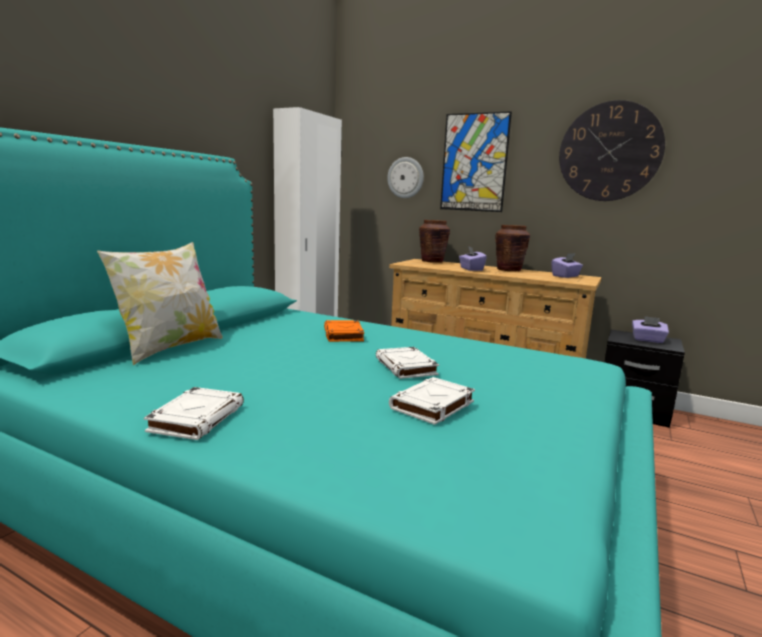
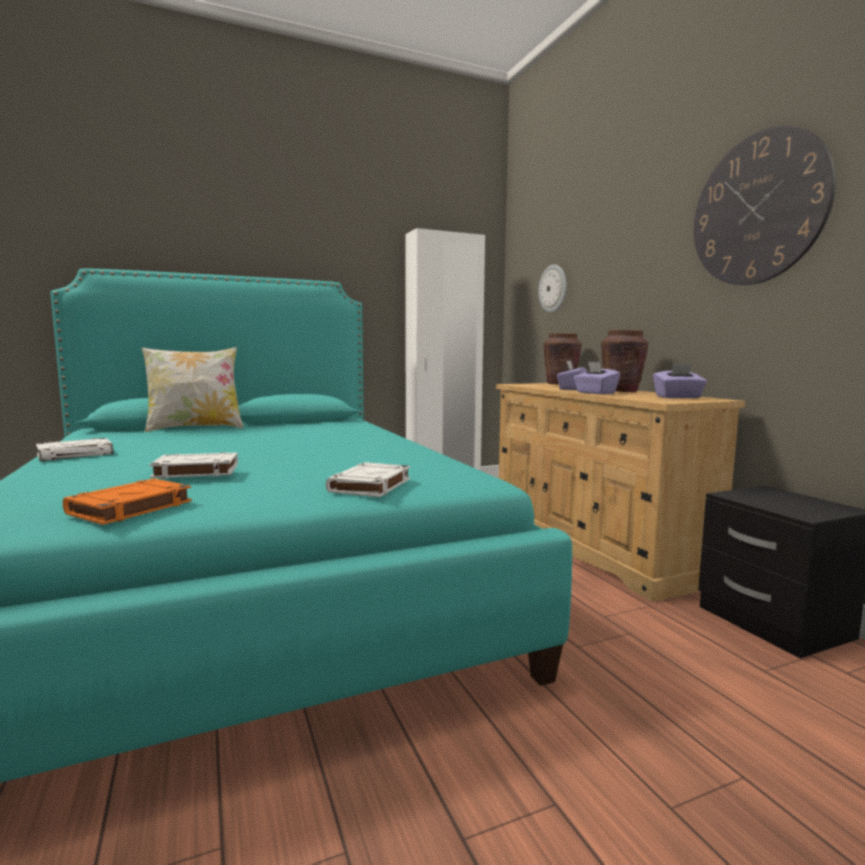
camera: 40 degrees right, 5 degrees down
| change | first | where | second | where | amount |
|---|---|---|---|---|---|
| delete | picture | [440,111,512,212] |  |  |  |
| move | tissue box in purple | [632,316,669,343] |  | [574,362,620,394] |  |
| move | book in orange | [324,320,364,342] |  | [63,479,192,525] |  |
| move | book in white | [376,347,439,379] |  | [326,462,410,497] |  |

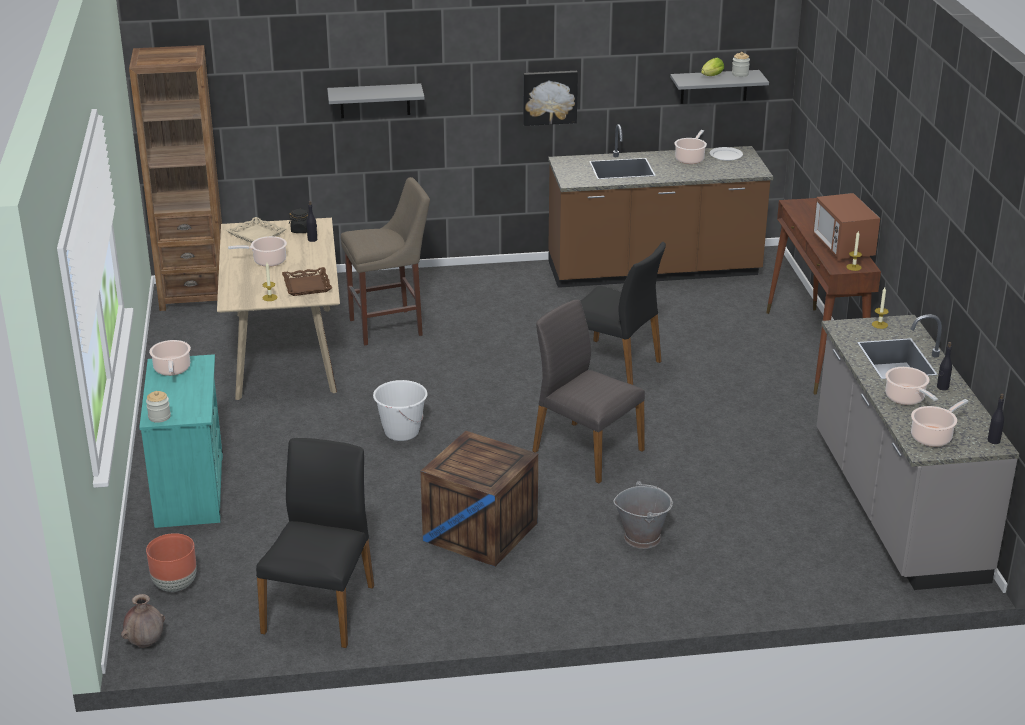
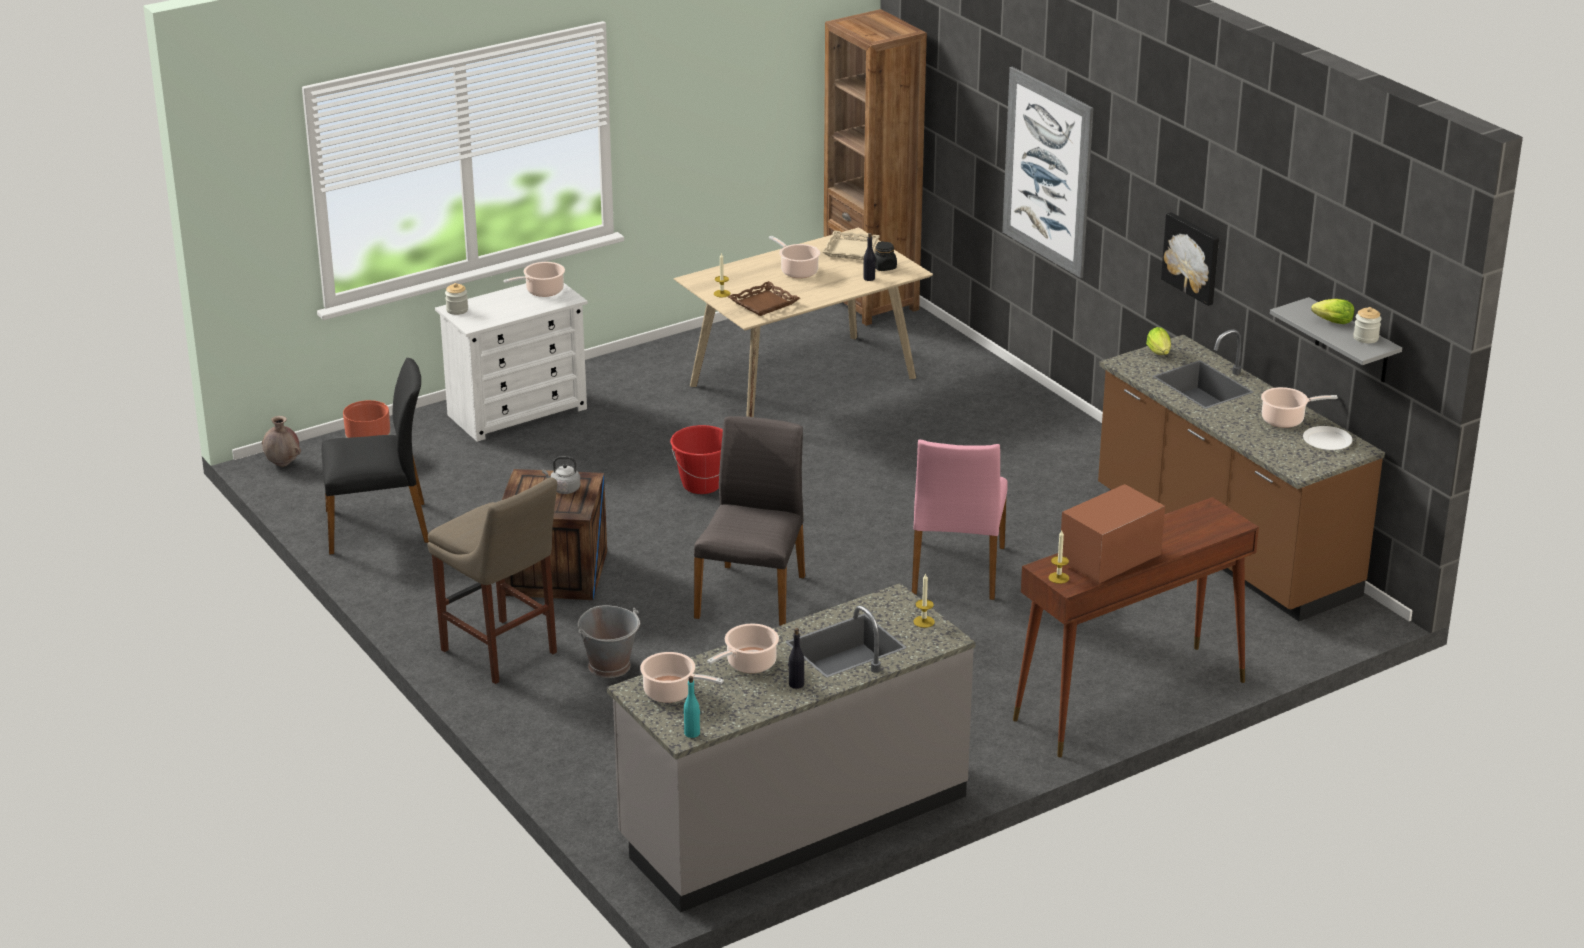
camera: 65 degrees right, 0 degrees up
| change | first | where | second | where | amount |
|---|---|---|---|---|---|
| replace | shelf in grey | [327,83,424,118] | picture | [1002,67,1094,278] |  |
| move | stool in beige | [341,177,430,346] |  | [427,477,557,684] |  |
| recolor | chair in black | [580,242,666,385] | chair in pink | [912,440,1008,600] |  |
| recolor | dresser in turquoise | [139,354,223,528] | dresser in white | [435,283,588,442] |  |
| recolor | bucket in white | [373,380,427,441] | bucket in red | [670,425,723,494] |  |
| recolor | bottle in black | [988,394,1004,444] | bottle in turquoise | [684,676,700,738] |  |
| insert |  |  | lettuce | [1146,327,1171,355] |  |
| insert |  |  | kettle in grey | [542,456,581,494] |  |

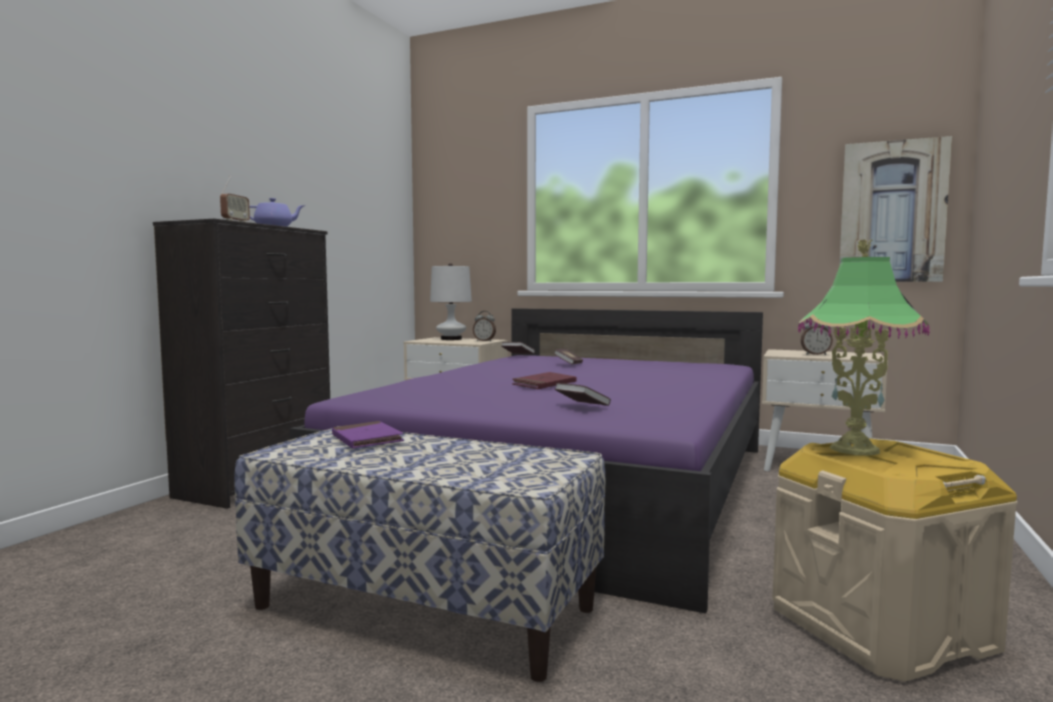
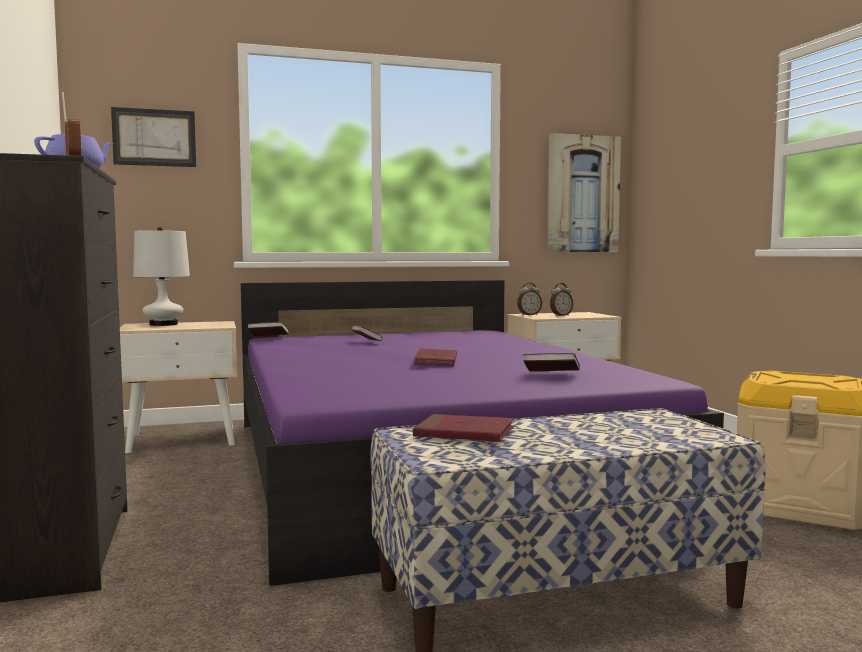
camera: 40 degrees left, 0 degrees up
| change | first | where | second | where | amount |
|---|---|---|---|---|---|
| delete | table lamp | [798,239,930,456] |  |  |  |
| move | alarm clock | [473,311,496,342] |  | [517,283,542,316] |  |
| recolor | book in purple | [332,421,404,449] | book in red | [413,414,514,442] |  |
| insert |  |  | picture | [111,107,196,167] |  |

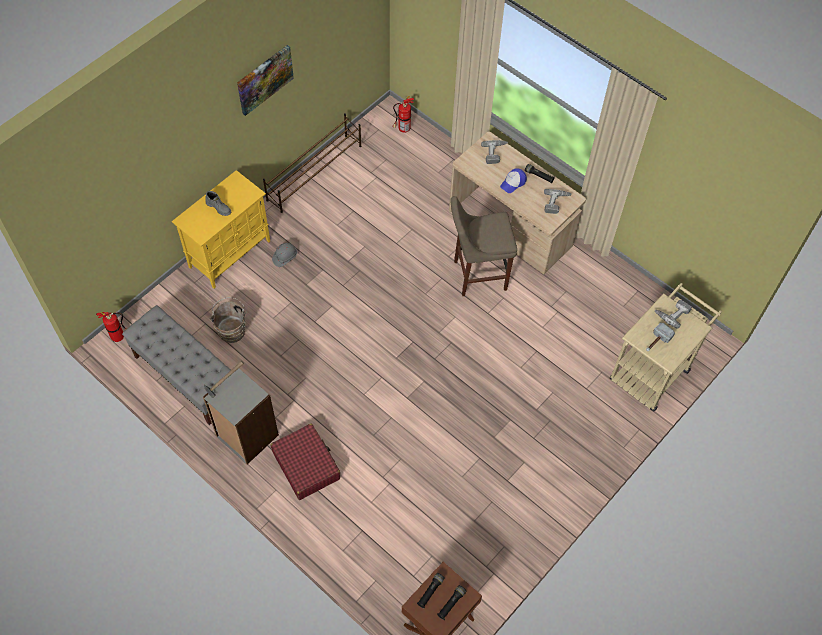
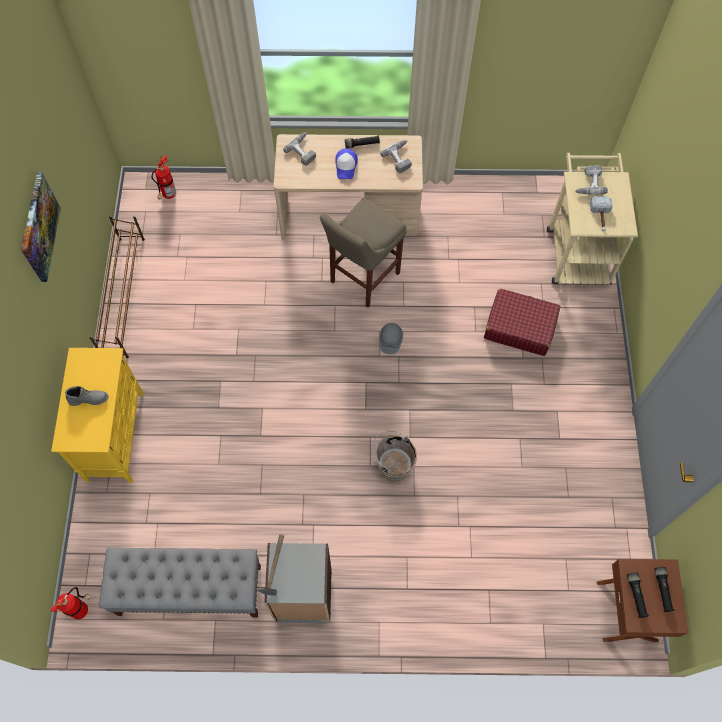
camera: 40 degrees left, 5 degrees up
| change | first | where | second | where | amount |
|---|---|---|---|---|---|
| move | hard hat in grey | [272,243,297,267] |  | [379,323,403,354] |  |
| move | bucket in brown | [210,297,247,343] |  | [371,431,417,482] |  |
| move | suitcase in red | [271,424,340,500] |  | [484,289,560,356] |  |

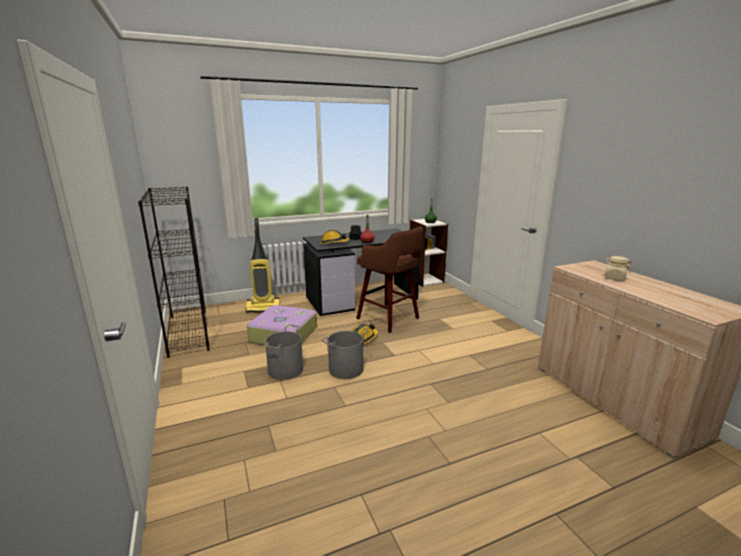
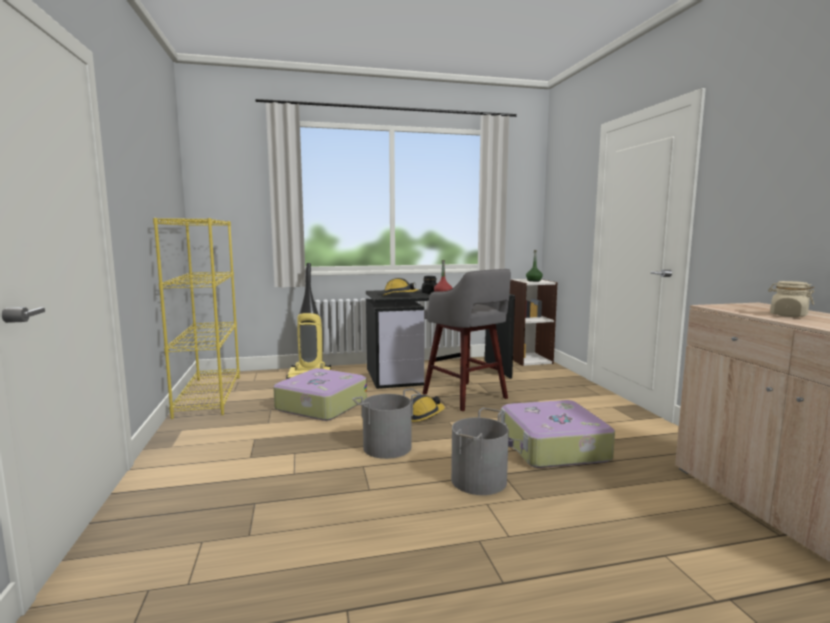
camera: 10 degrees right, 10 degrees down
| change | first | where | second | where | amount |
|---|---|---|---|---|---|
| recolor | bookcase in black | [138,187,210,358] | bookcase in yellow | [153,218,240,419] |  |
| recolor | stool in brown | [356,227,423,333] | stool in grey | [422,269,511,411] |  |
| move | bucket in grey | [264,325,303,380] |  | [451,408,509,495] |  |
| insert |  |  | suitcase | [501,400,615,468] |  |

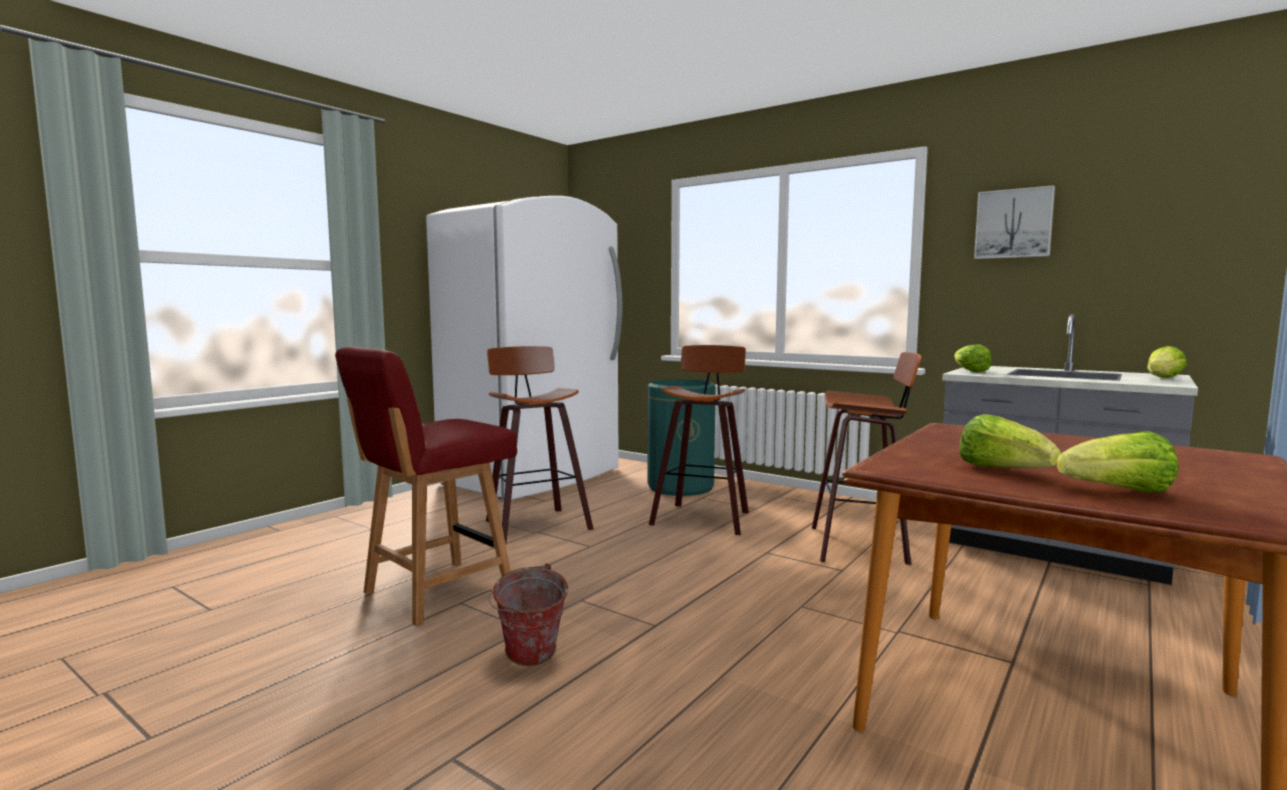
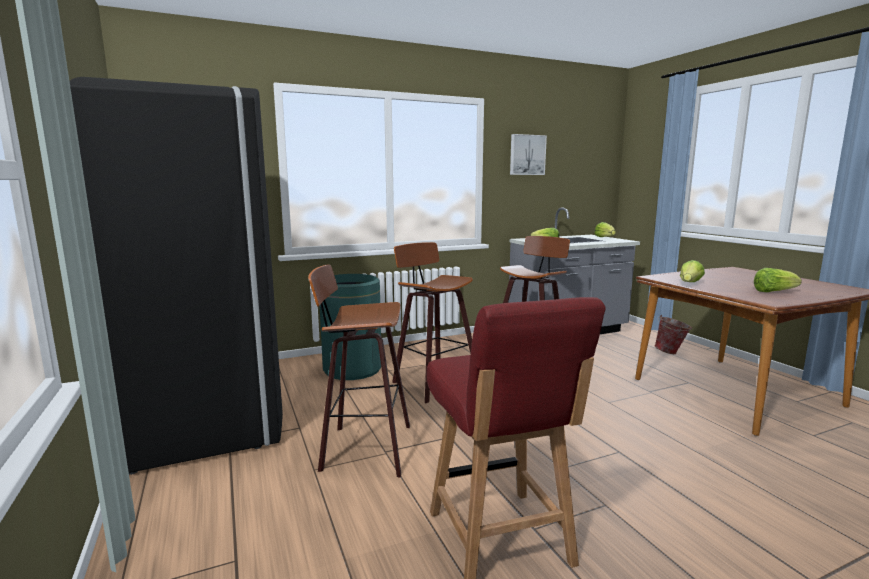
camera: 60 degrees left, 5 degrees up
| change | first | where | second | where | amount |
|---|---|---|---|---|---|
| recolor | fridge in white | [426,196,623,500] | fridge in black | [70,77,283,475] |  |
| move | lettuce | [1057,431,1178,493] |  | [680,260,705,282] |  |
| move | bucket | [489,563,568,666] |  | [654,315,693,354] |  |

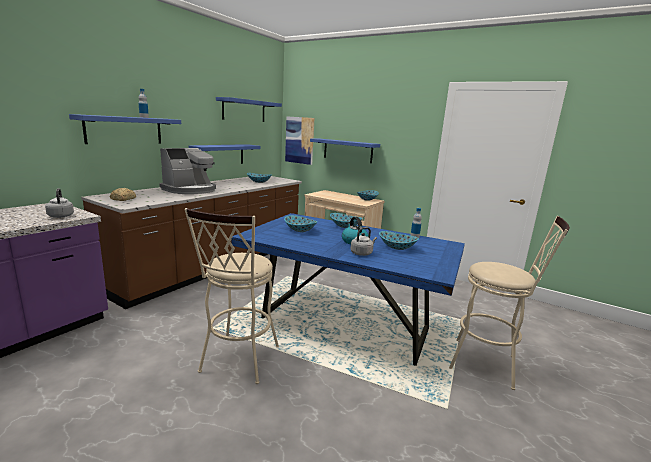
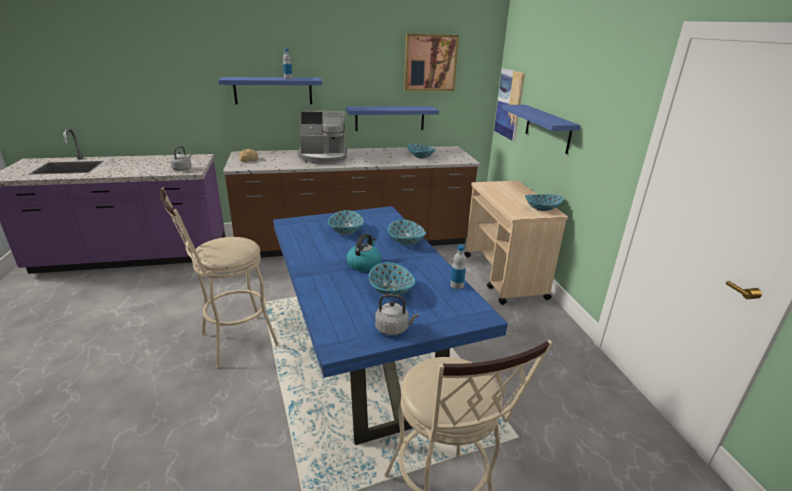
camera: 45 degrees right, 10 degrees up
| change | first | where | second | where | amount |
|---|---|---|---|---|---|
| replace | shelf in blue | [216,97,282,122] | picture | [404,33,459,91] |  |
| move | kettle in grey | [351,227,377,256] |  | [375,294,419,335] |  |

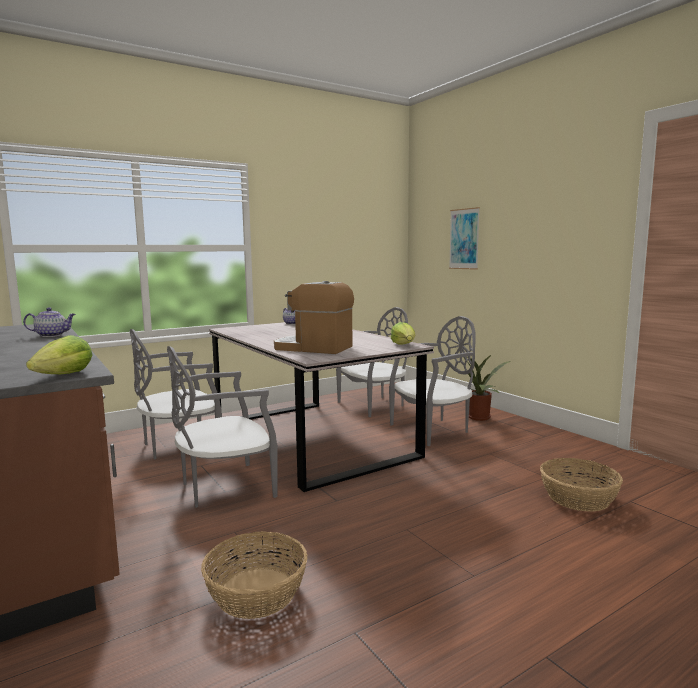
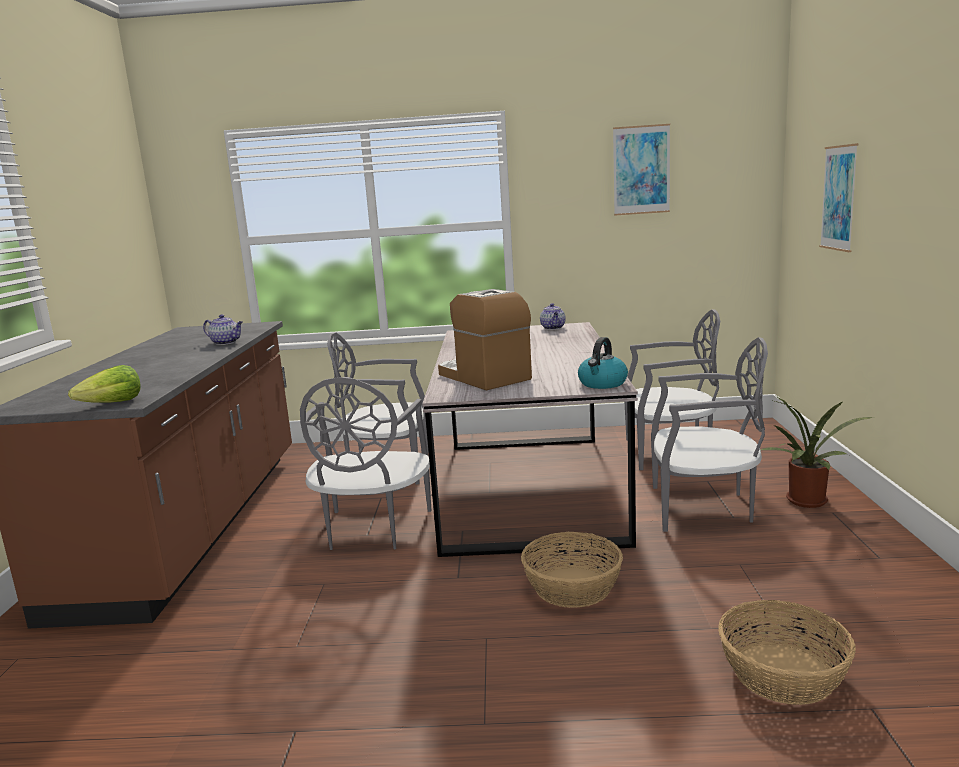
camera: 35 degrees right, 5 degrees up
| change | first | where | second | where | amount |
|---|---|---|---|---|---|
| replace | lettuce | [391,322,415,345] | kettle | [578,337,628,389] |  |
| rotate | chair in grey | [167,346,278,508] |  | [300,377,431,550] | 90 degrees counterclockwise |
| move | basket | [201,531,307,619] |  | [521,532,623,608] |  |
| insert |  |  | picture | [613,124,670,215] |  |

